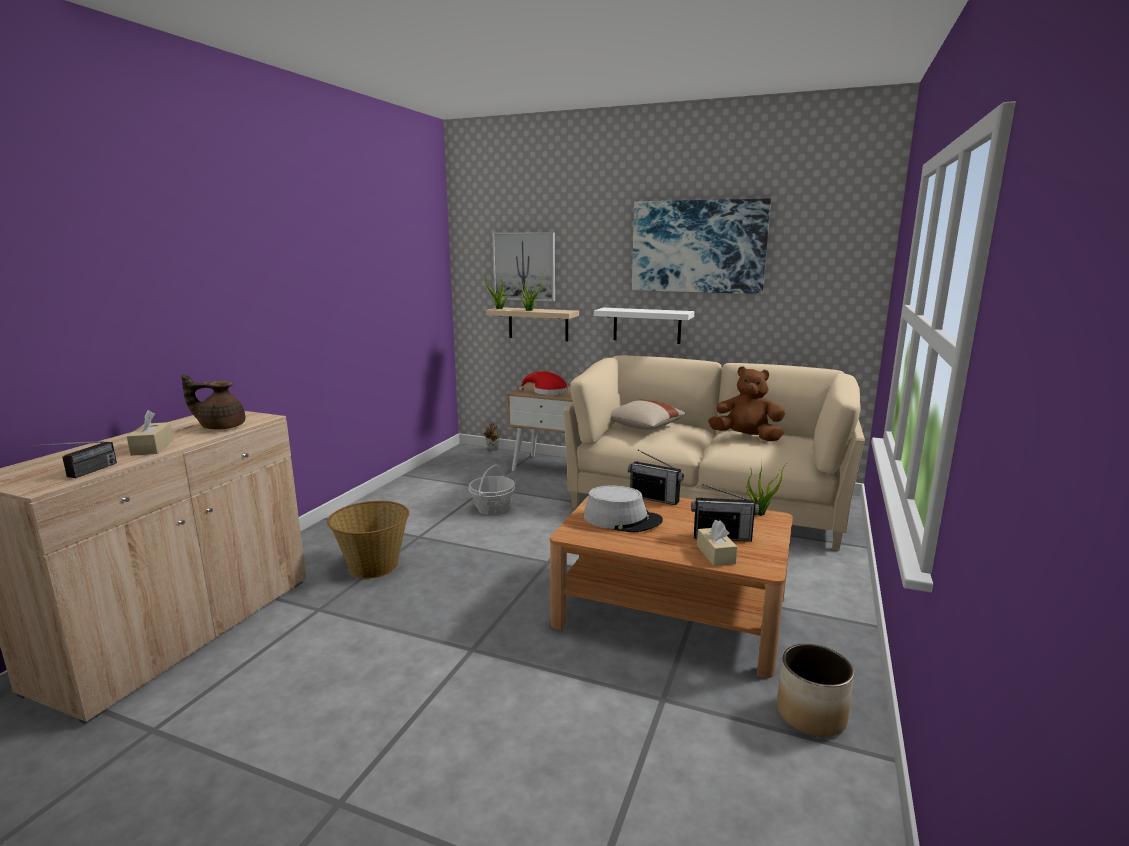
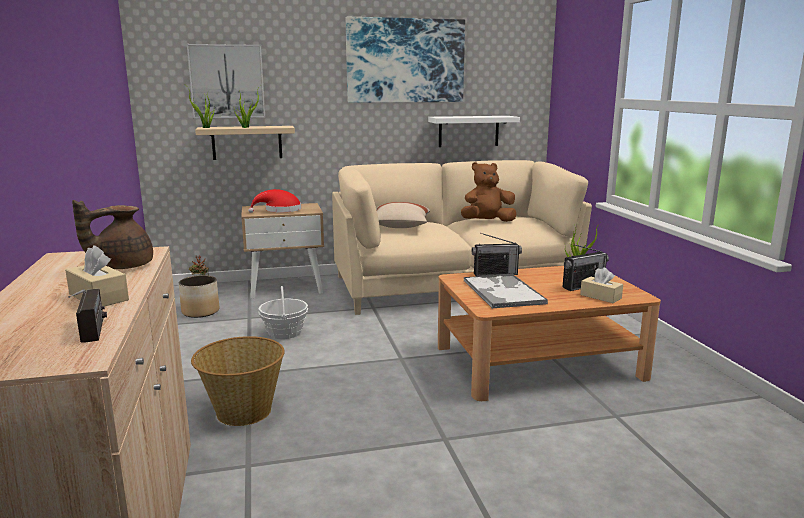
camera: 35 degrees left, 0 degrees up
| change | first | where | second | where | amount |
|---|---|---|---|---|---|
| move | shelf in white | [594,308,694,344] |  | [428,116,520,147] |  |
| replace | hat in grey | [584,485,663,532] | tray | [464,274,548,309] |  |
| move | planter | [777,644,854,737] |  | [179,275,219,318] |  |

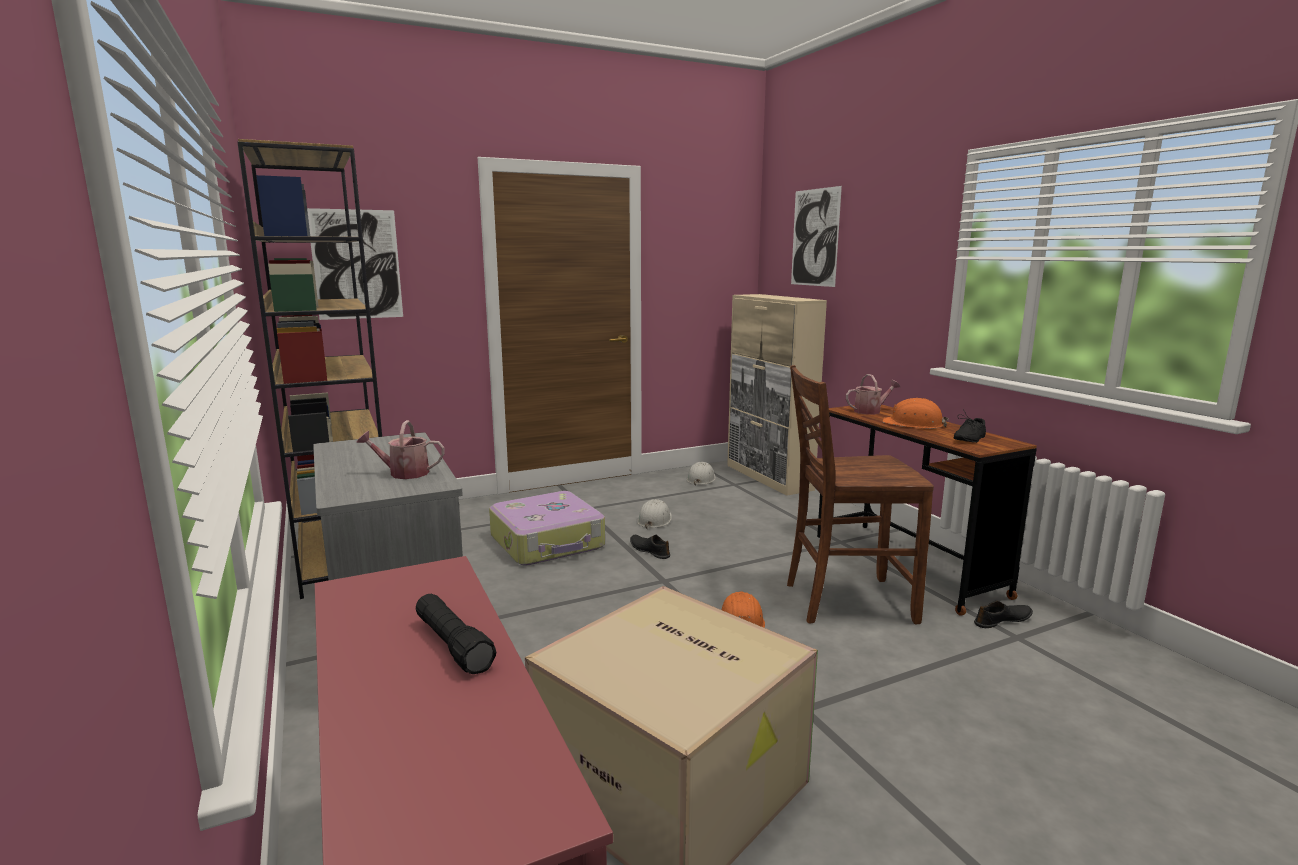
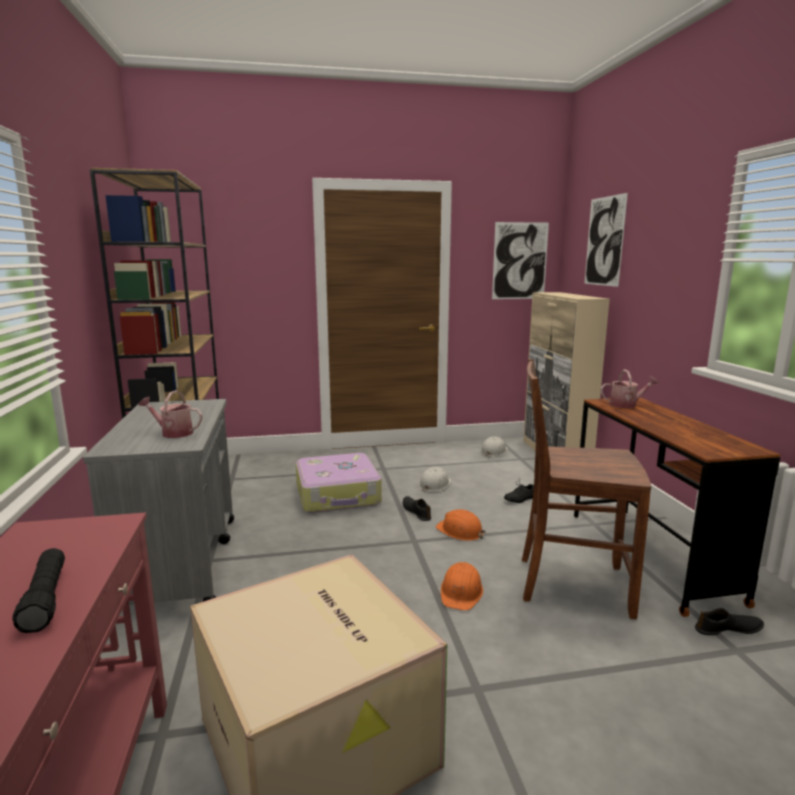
camera: 15 degrees right, 0 degrees up
| change | first | where | second | where | amount |
|---|---|---|---|---|---|
| move | picture | [307,208,403,320] |  | [492,222,549,299] |  |
| move | hard hat in orange | [882,398,949,429] |  | [436,509,486,541] |  |
| move | shoe in black | [954,411,986,443] |  | [504,478,534,503] |  |

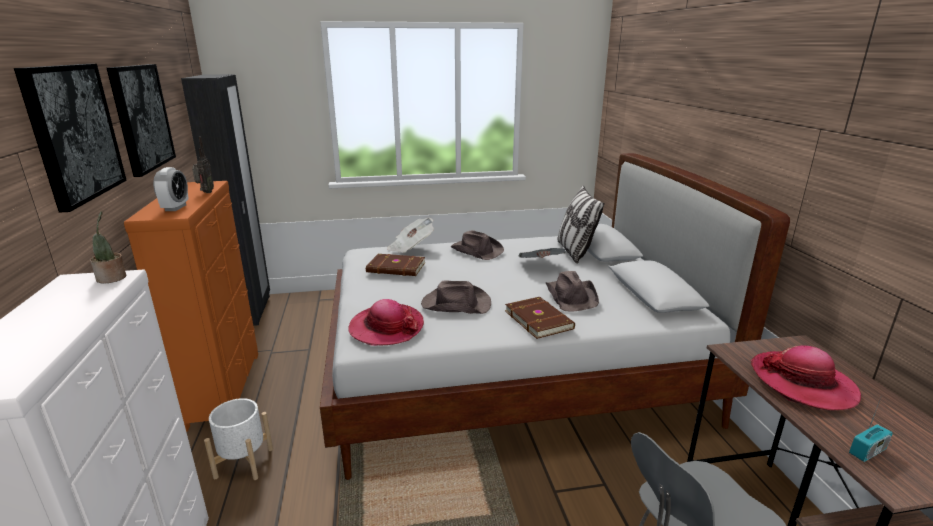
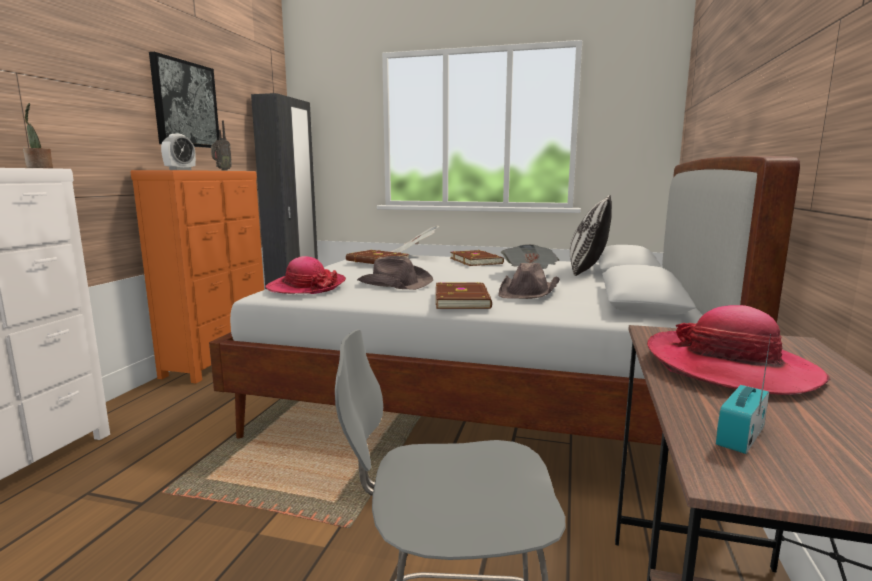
camera: 25 degrees right, 10 degrees down
| change | first | where | second | where | amount |
|---|---|---|---|---|---|
| delete | picture | [14,64,127,213] |  |  |  |
| replace | hat in brown | [450,230,504,260] | book in brown | [450,250,504,266] |  |
| rotate | radio | [849,395,893,462] |  | [716,334,771,454] | 135 degrees clockwise |
| delete | planter in white | [204,398,273,480] |  |  |  |

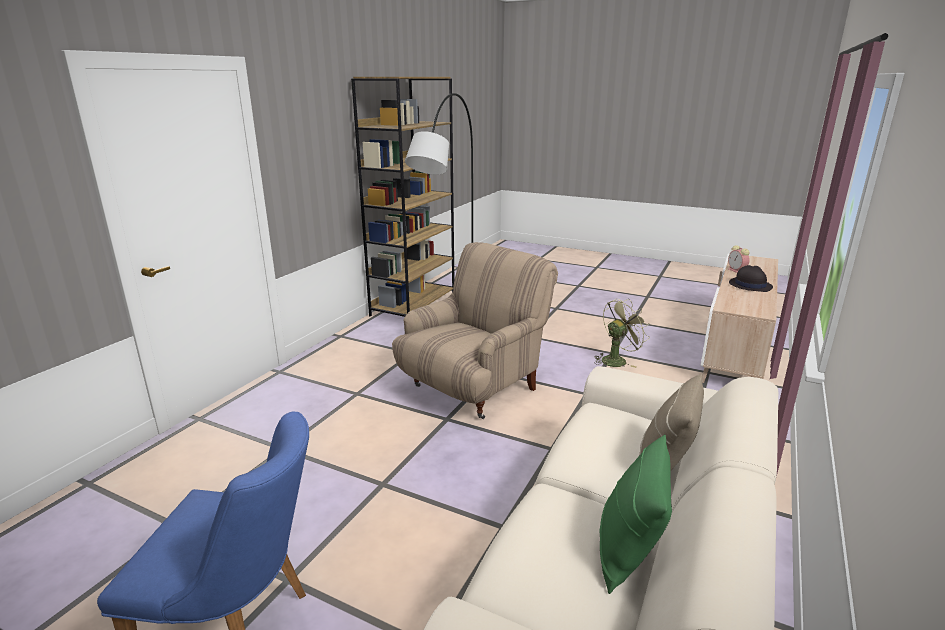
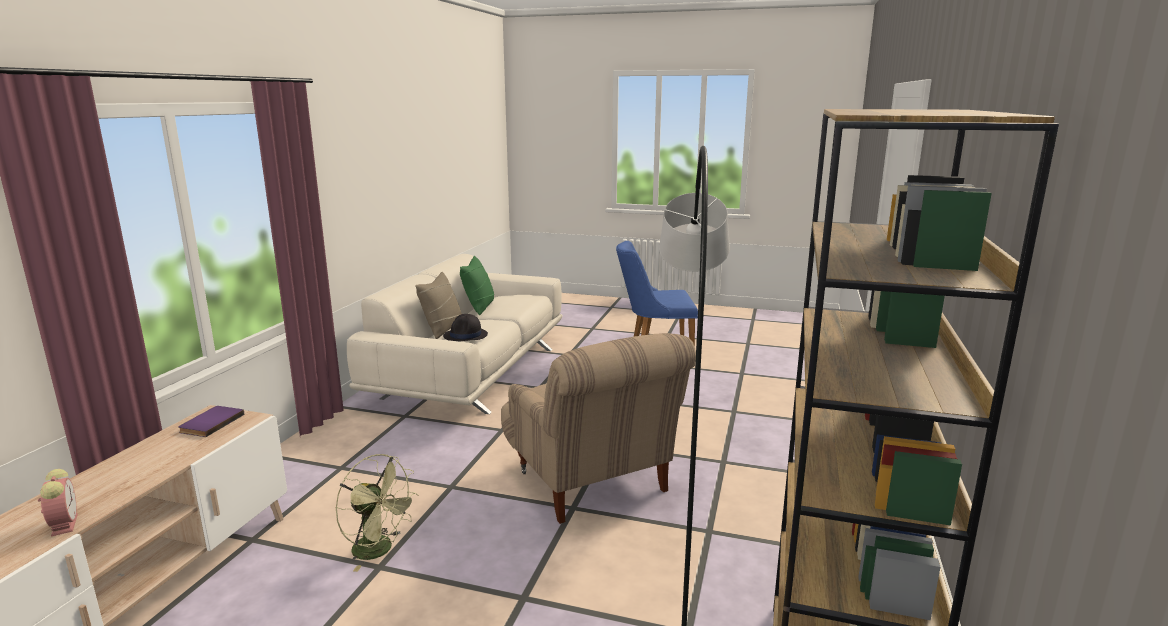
camera: 170 degrees right, 5 degrees down
| change | first | where | second | where | amount |
|---|---|---|---|---|---|
| rotate | armchair in beige | [392,242,558,419] |  | [501,333,696,524] | 60 degrees counterclockwise |
| move | hat in black | [729,265,773,292] |  | [443,314,488,342] |  |
| rotate | fan in green | [594,299,650,368] |  | [335,454,419,572] | 105 degrees counterclockwise |
| insert |  |  | book in purple | [178,406,244,437] |  |

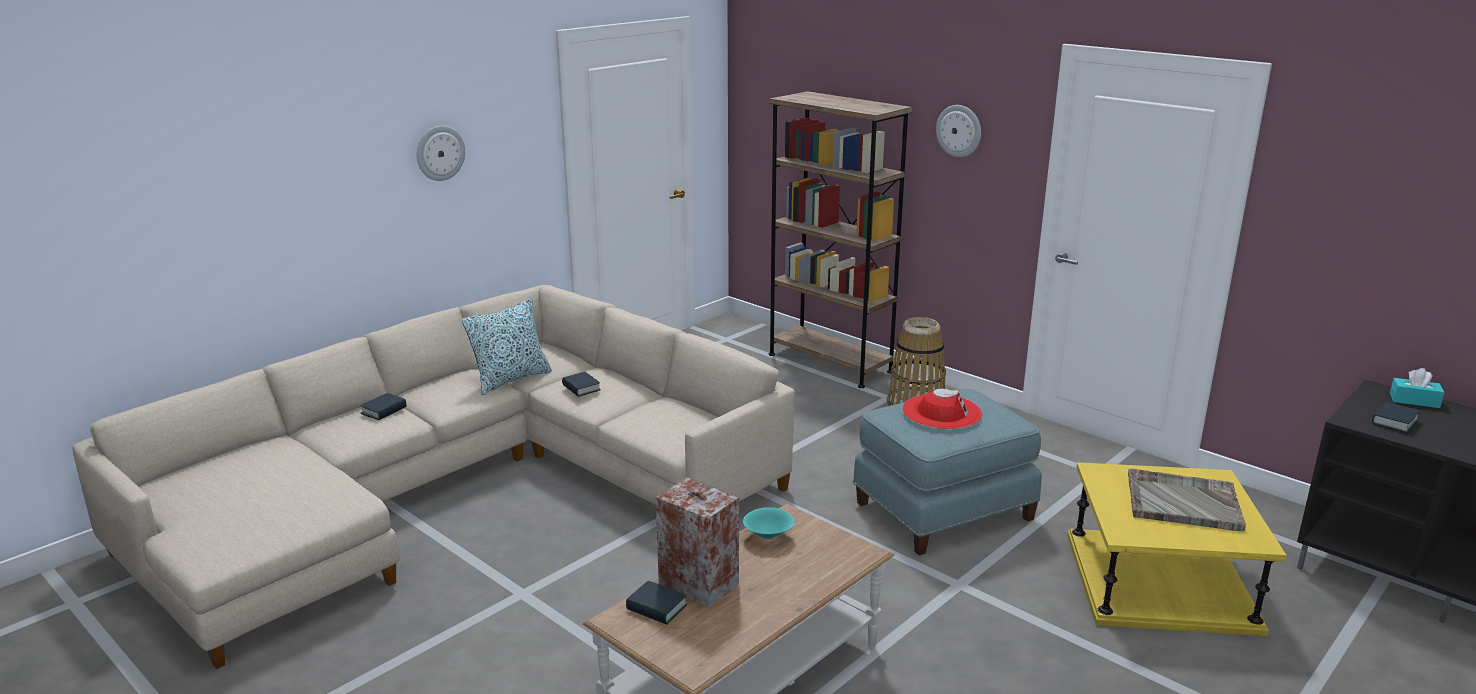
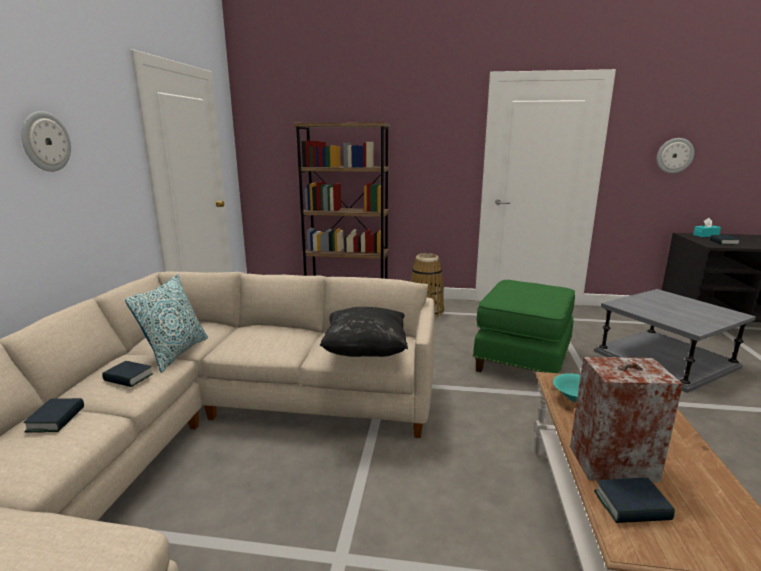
camera: 35 degrees left, 5 degrees down
| change | first | where | second | where | amount |
|---|---|---|---|---|---|
| move | wall clock | [936,105,981,157] |  | [657,138,694,173] |  |
| move | book | [562,372,601,397] |  | [102,361,153,387] |  |
| recolor | ottoman in blue | [853,389,1042,556] | ottoman in green | [473,280,575,373] |  |
| delete | hat in red | [902,389,982,429] |  |  |  |
| recolor | side table in yellow | [1067,462,1286,636] | side table in grey | [594,289,756,393] |  |
| delete | tray in grey | [1128,468,1246,532] |  |  |  |
| insert |  |  | pillow in black | [320,307,408,357] |  |

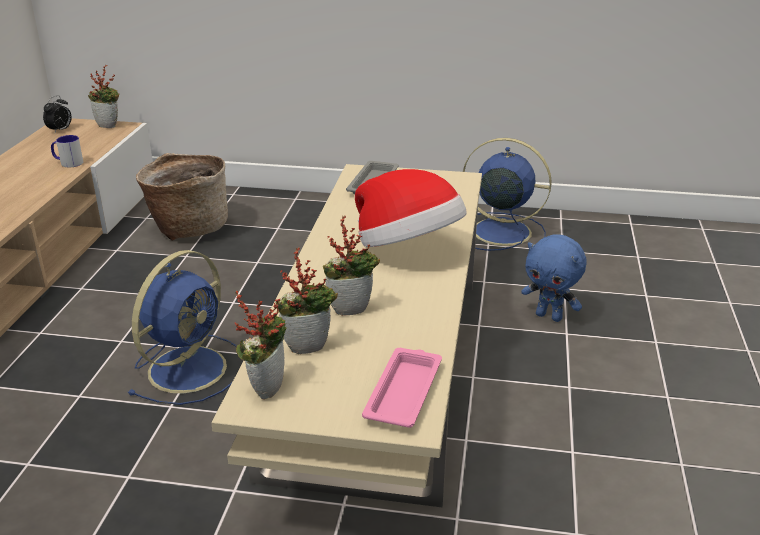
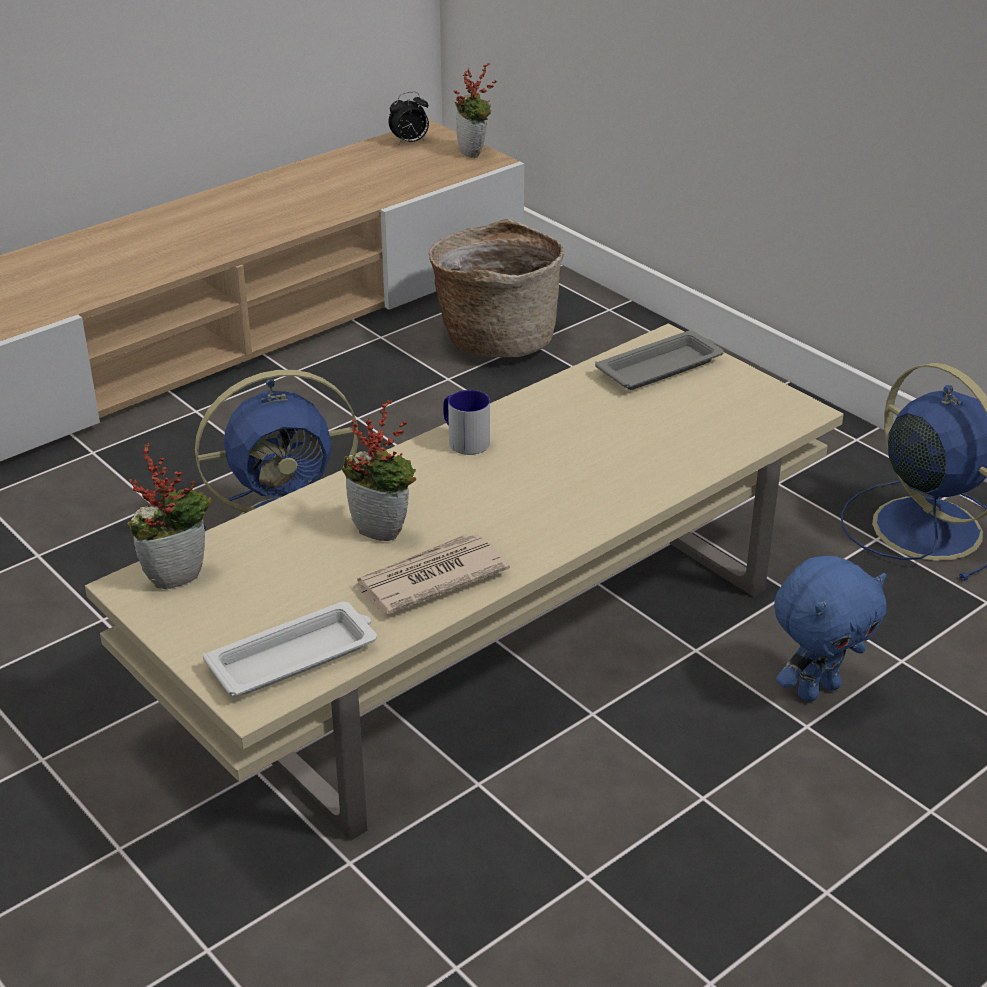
camera: 40 degrees right, 5 degrees up
| change | first | where | second | where | amount |
|---|---|---|---|---|---|
| move | mug | [51,135,83,167] |  | [443,390,490,455] |  |
| delete | hat | [355,169,467,247] |  |  |  |
| rotate | plush toy in blue | [521,234,586,322] |  | [774,556,887,702] | 105 degrees counterclockwise |
| delete | potted plant | [276,248,338,354] |  |  |  |
| recolor | tray in pink | [362,348,442,428] | tray in white | [203,602,377,696] |  |
| insert |  |  | newspaper | [352,534,510,614] |  |

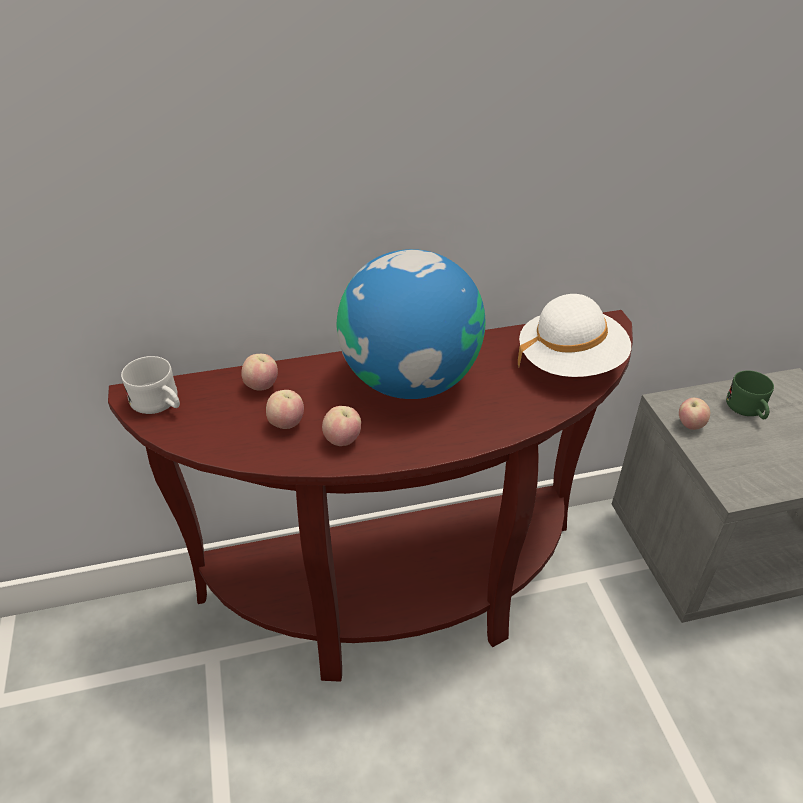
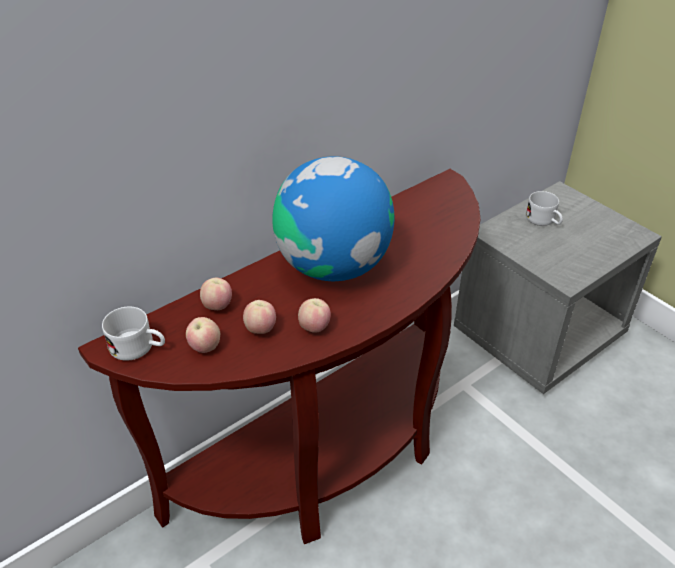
camera: 25 degrees left, 0 degrees up
| change | first | where | second | where | amount |
|---|---|---|---|---|---|
| delete | hat in white | [518,294,631,377] |  |  |  |
| recolor | mug in green | [726,370,774,419] | mug in white | [526,191,563,226] |  |
| move | apple | [679,398,710,430] |  | [186,317,220,353] |  |

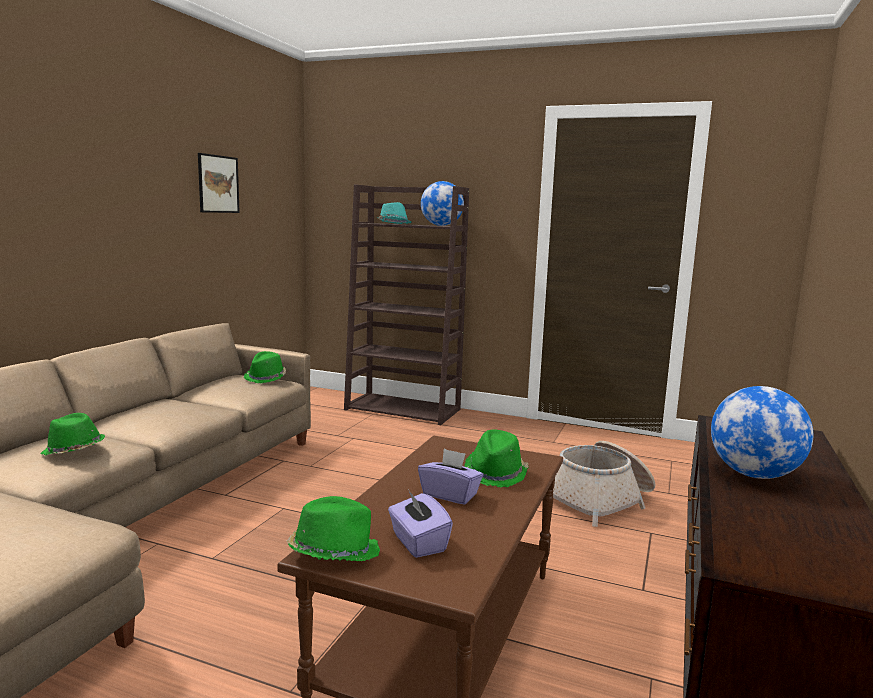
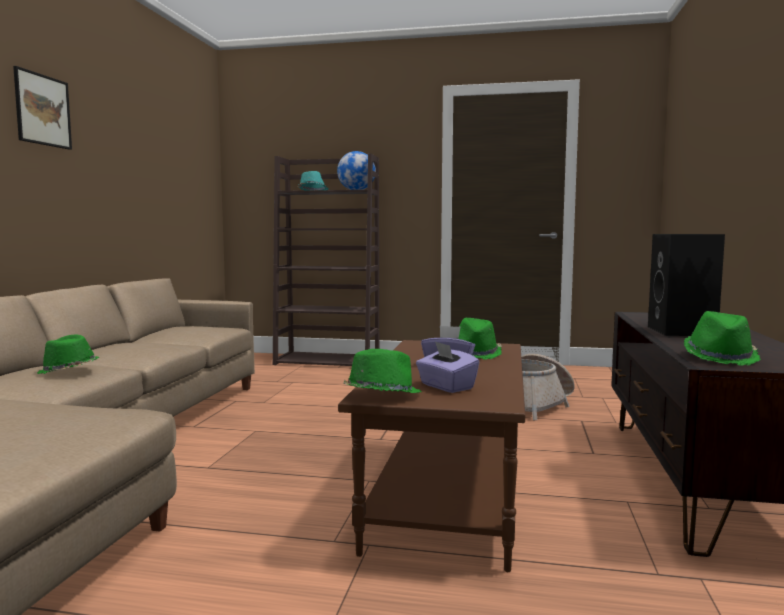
camera: 10 degrees left, 5 degrees down
| change | first | where | second | where | amount |
|---|---|---|---|---|---|
| move | picture | [198,153,240,213] |  | [13,66,72,150] |  |
| move | hat in green | [244,351,286,383] |  | [684,311,761,366] |  |
| replace | globe | [711,386,813,479] | speaker in black | [648,234,725,336] |  |

